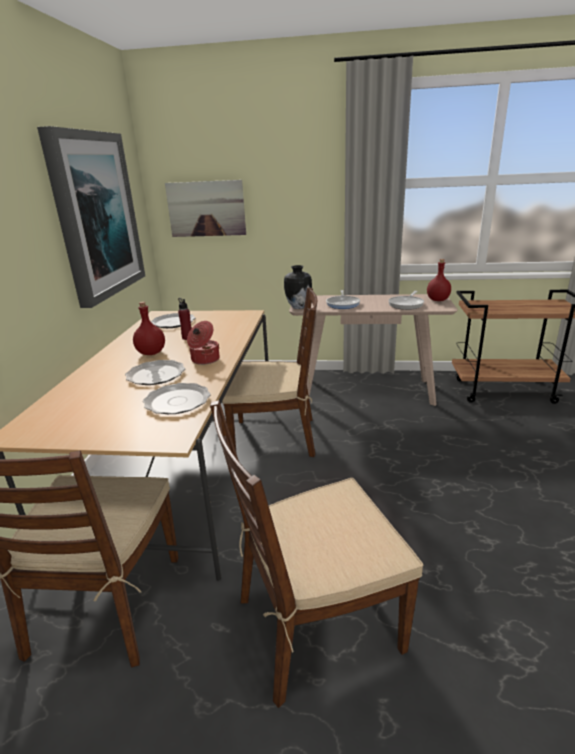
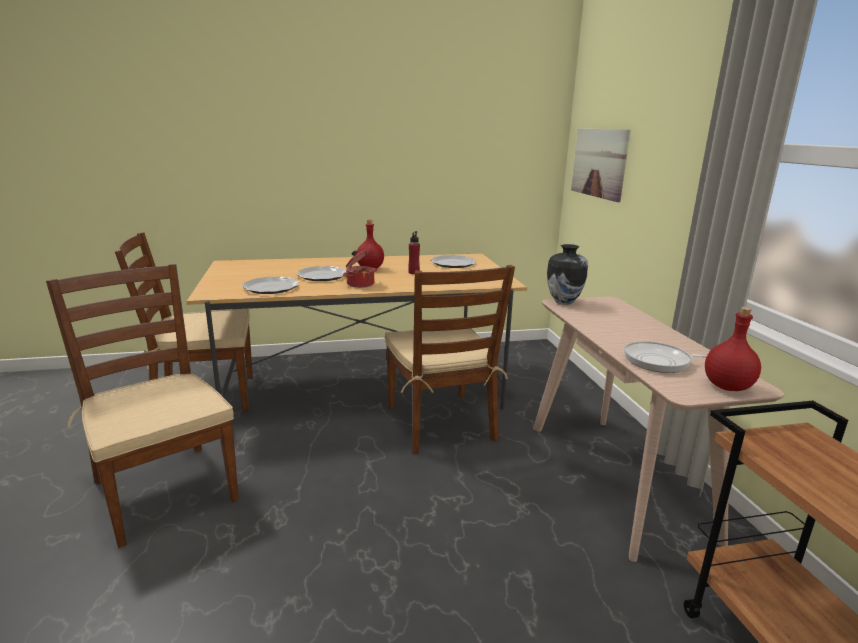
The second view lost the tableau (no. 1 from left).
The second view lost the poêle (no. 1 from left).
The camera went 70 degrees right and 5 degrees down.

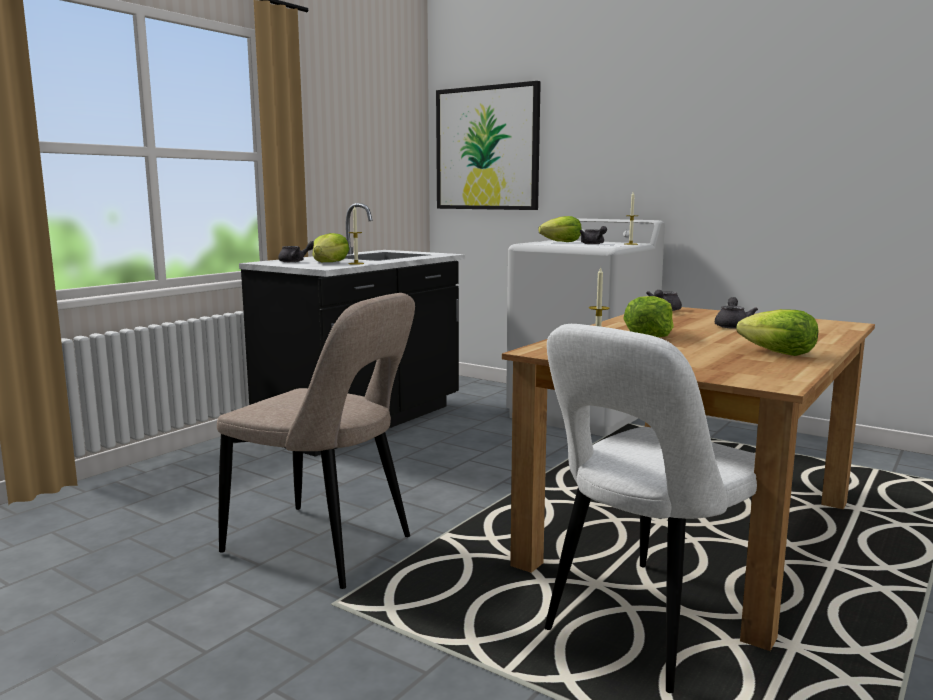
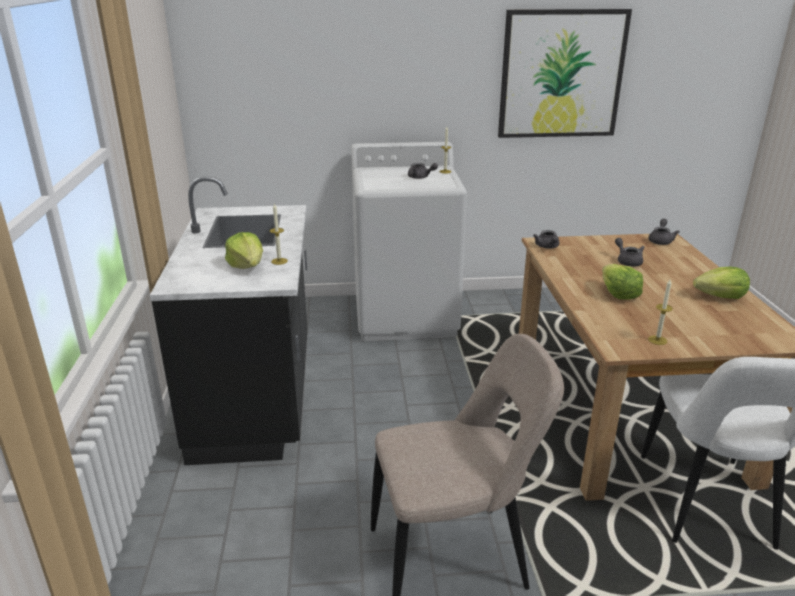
The tableau ended up elsewhere.
The second view lost the laitue (no. 2 from left).
The théière (gris) (no. 1 from left in the first image) ended up elsewhere.
The camera went 40 degrees left and 15 degrees up.

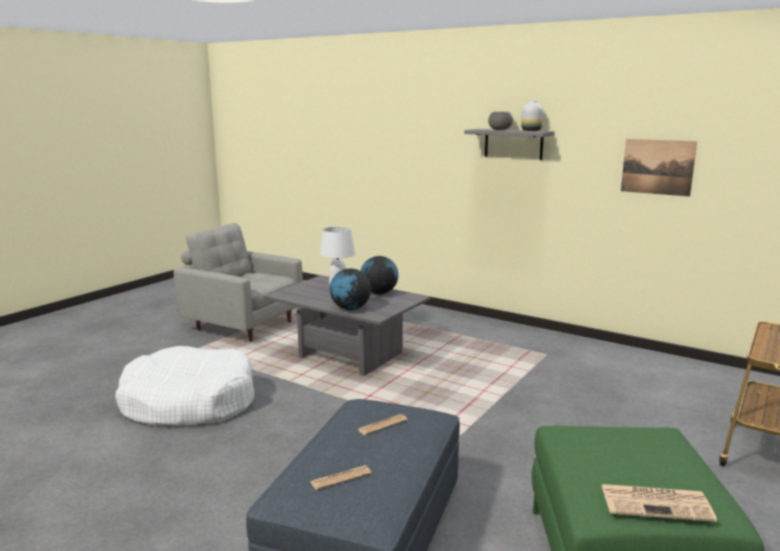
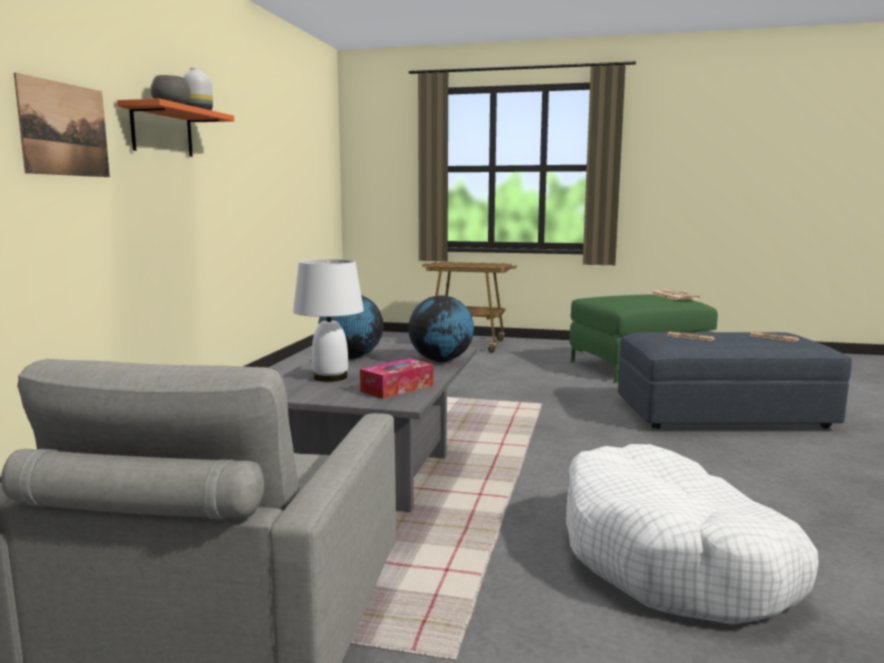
What was the étagère (gris) turned into the étagère (orange).
The tableau ended up elsewhere.
The second view gained the boîte à mouchoirs.
The camera went 110 degrees left and 5 degrees down.

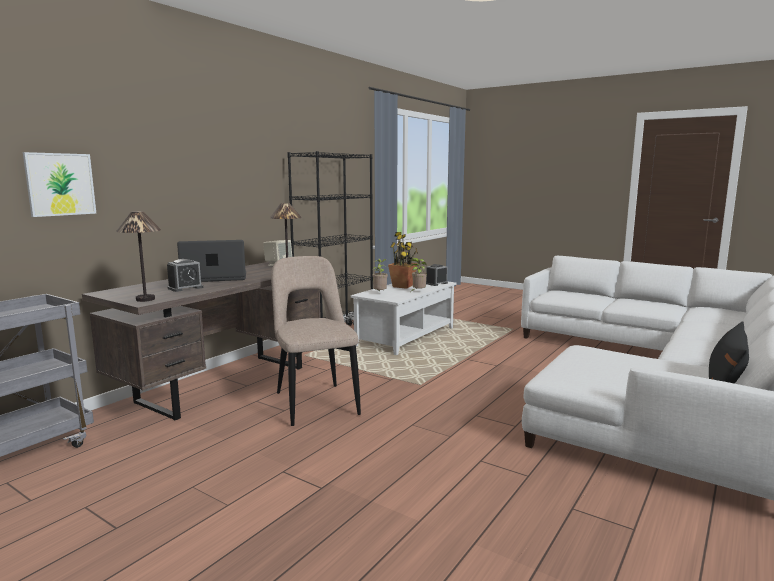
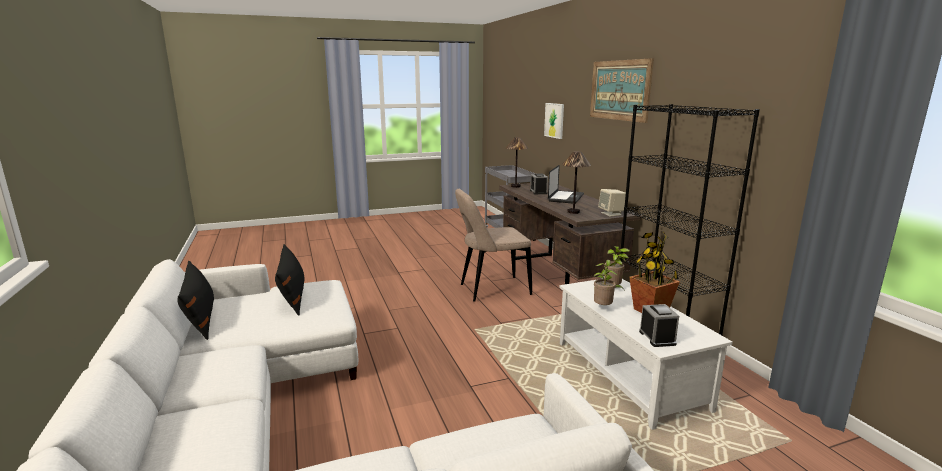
The chaise (beige) ended up facing another way, 150 degrees clockwise from before.
The second view gained the tableau (no. 2 from left).
The second view gained the coussin (noir) (no. 2 from left).
The camera went 125 degrees right and 5 degrees up.

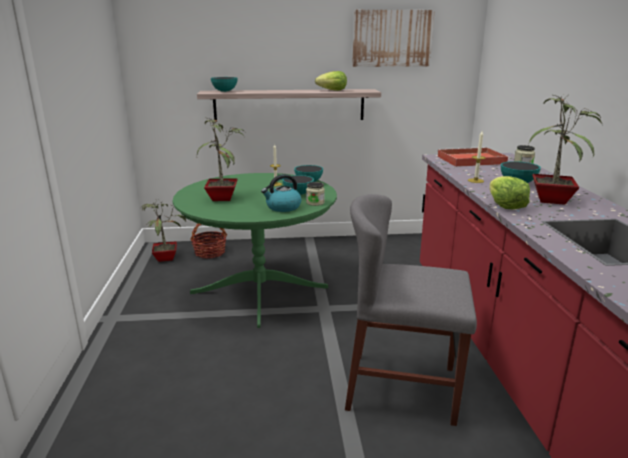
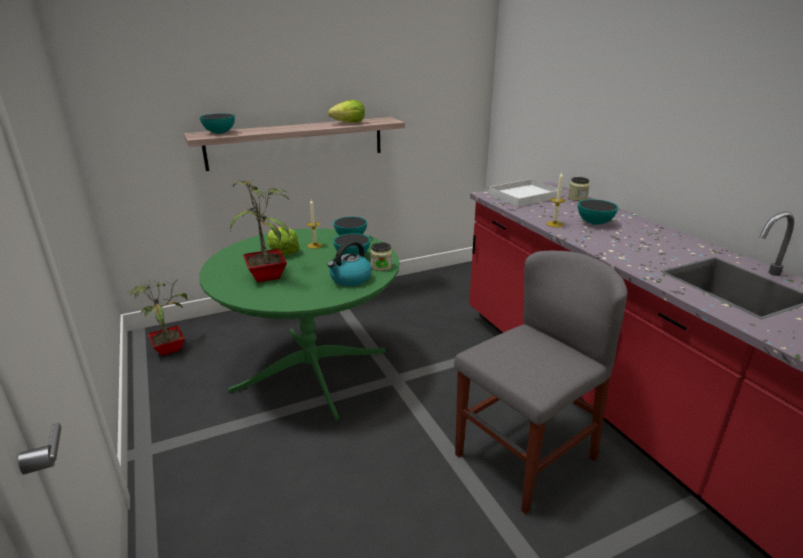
The second view lost the tableau.
The second view lost the plante en pot (no. 3 from left).
What was the plateau (rouge) turned into the plateau (blanc).
The laitue (no. 2 from left in the first image) ended up elsewhere.
The chaise (gris) ended up facing another way, 150 degrees clockwise from before.
The second view lost the panier.
The camera went 20 degrees left and 5 degrees up.

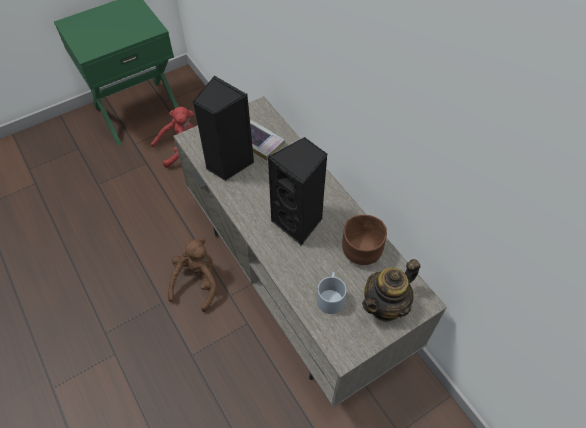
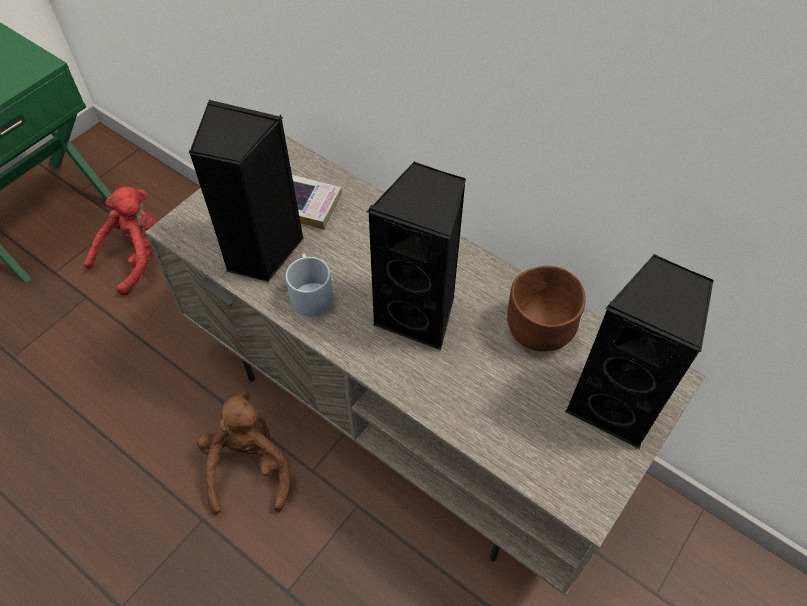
Where the théière stood, the enceinte (noir) (no. 3 from left) came to stand.
The mug (gris) ended up elsewhere.
The camera went 20 degrees left and 0 degrees up.

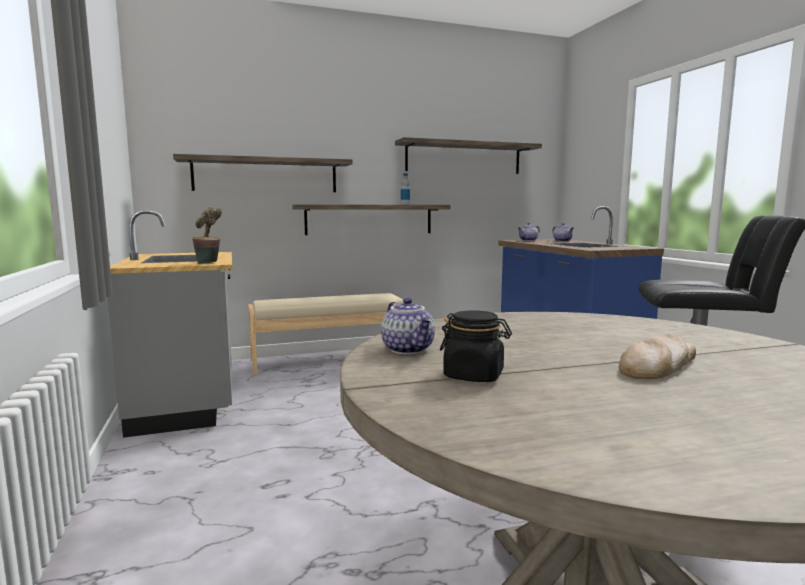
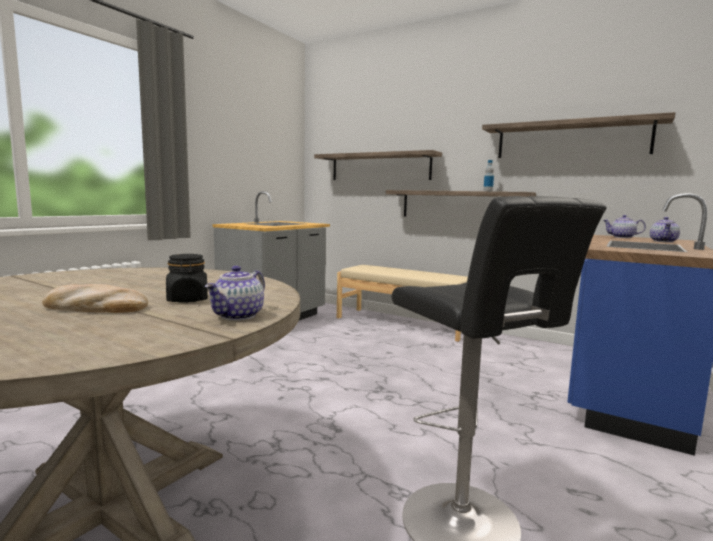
The second view lost the plante en pot.
The théière (no. 1 from left) ended up elsewhere.
The bocal (noir) ended up elsewhere.
The camera went 50 degrees right and 0 degrees up.

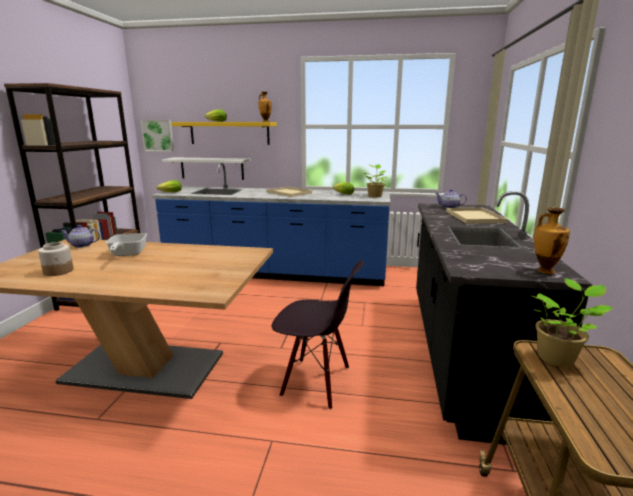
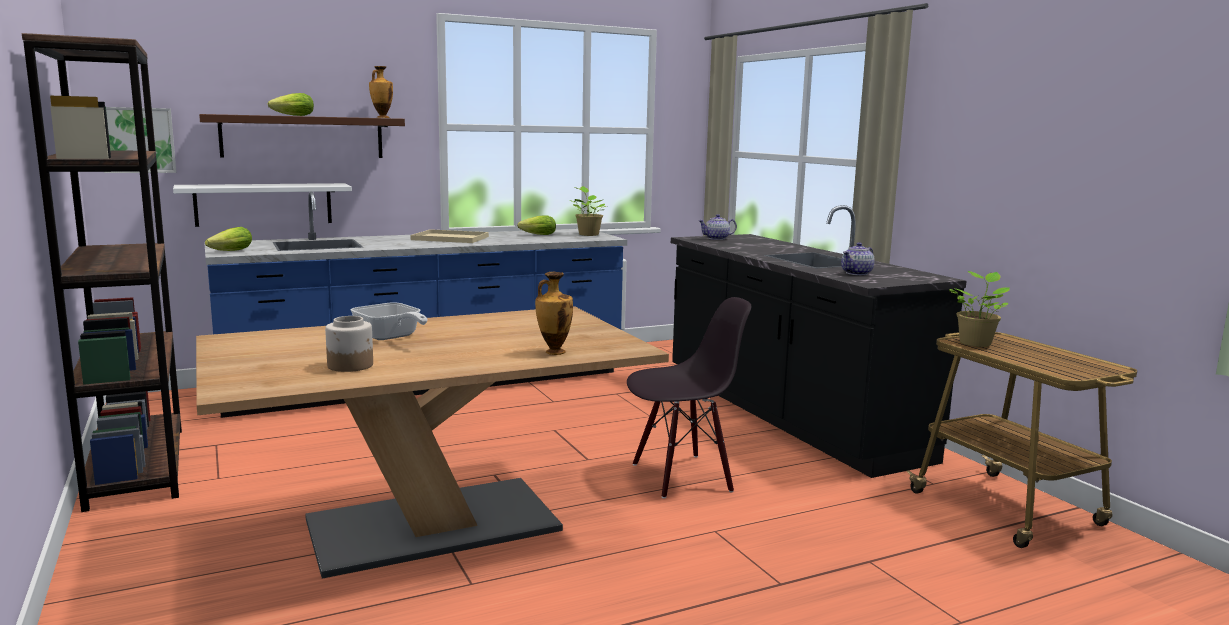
What was the étagère (jaune) turned into the étagère (marron).
The vase (no. 2 from left) ended up elsewhere.
The second view lost the plateau (beige) (no. 2 from left).
The théière (no. 1 from left in the first image) ended up elsewhere.
The camera went 35 degrees left and 5 degrees down.

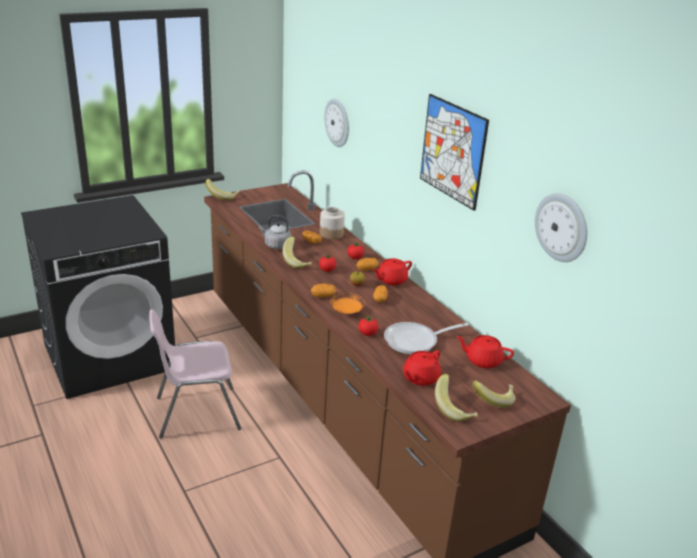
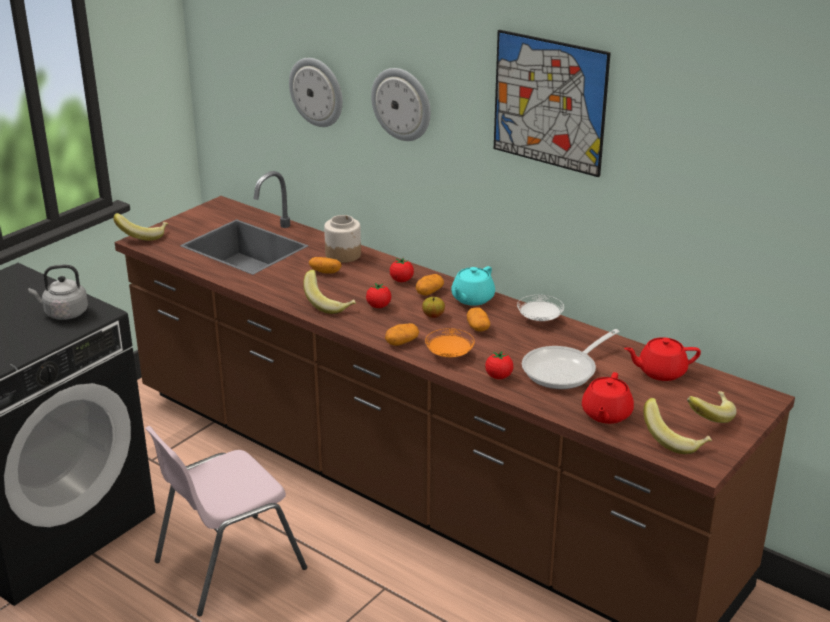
The horloge murale (no. 2 from left) ended up elsewhere.
The bouilloire (gris) ended up elsewhere.
What was the théière (rouge) (no. 1 from left) turned into the théière (turquoise).
The second view gained the assiette (blanc).
The camera went 20 degrees left and 0 degrees up.

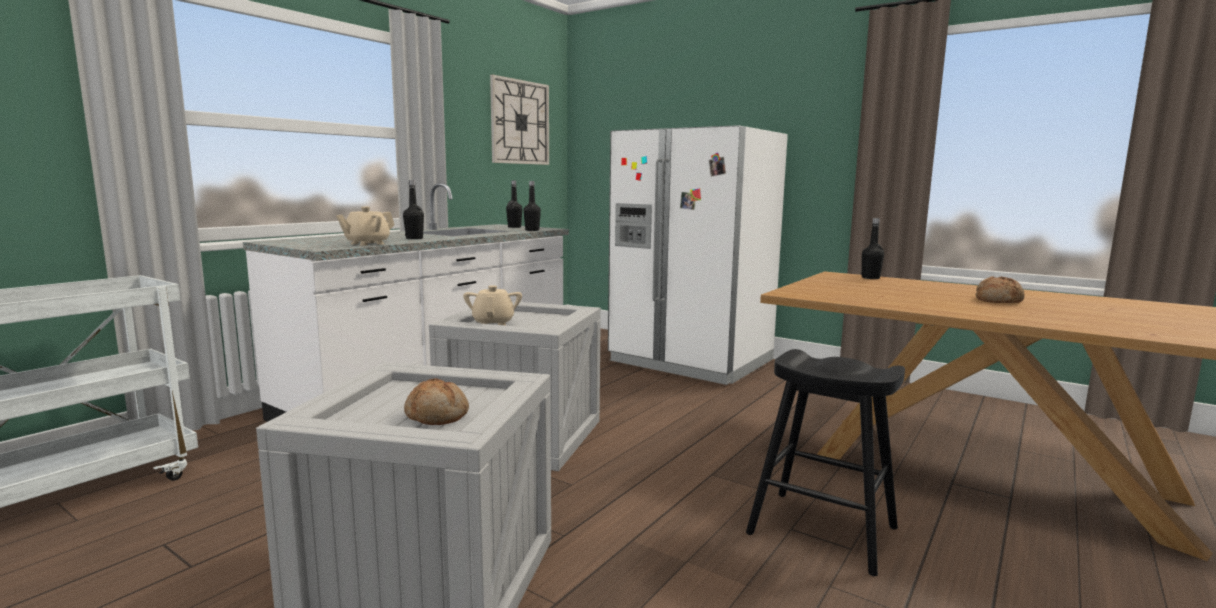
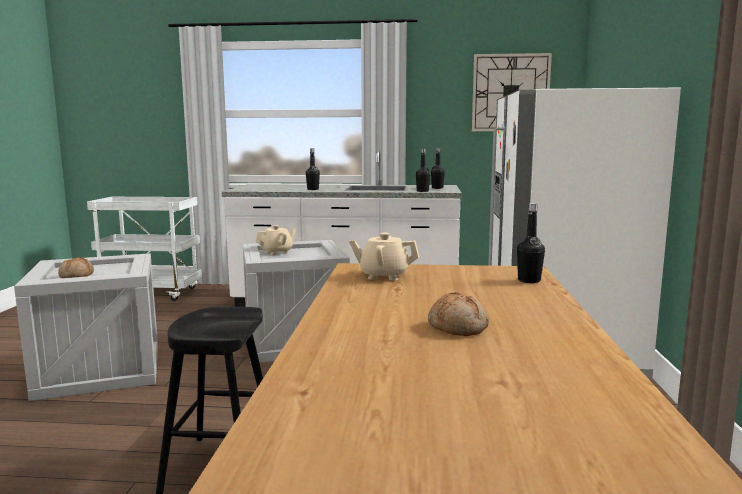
The théière (beige) (no. 1 from left in the first image) ended up elsewhere.
The camera went 60 degrees right and 0 degrees up.

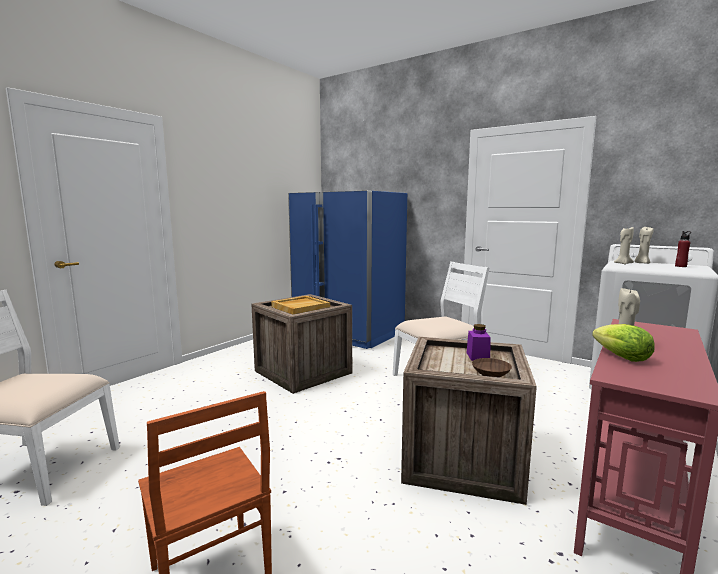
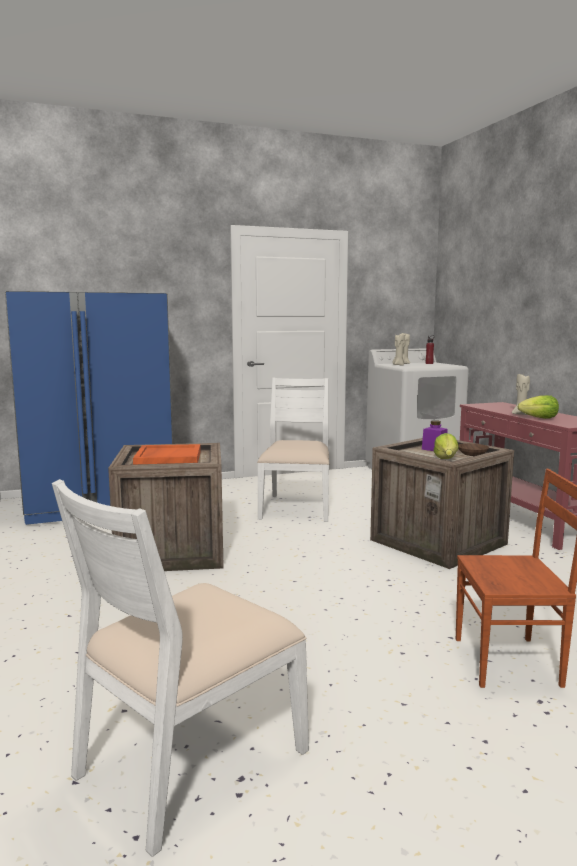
What was the plateau (beige) turned into the plateau (orange).
The second view gained the laitue (no. 1 from left).
The camera went 55 degrees left and 0 degrees up.

